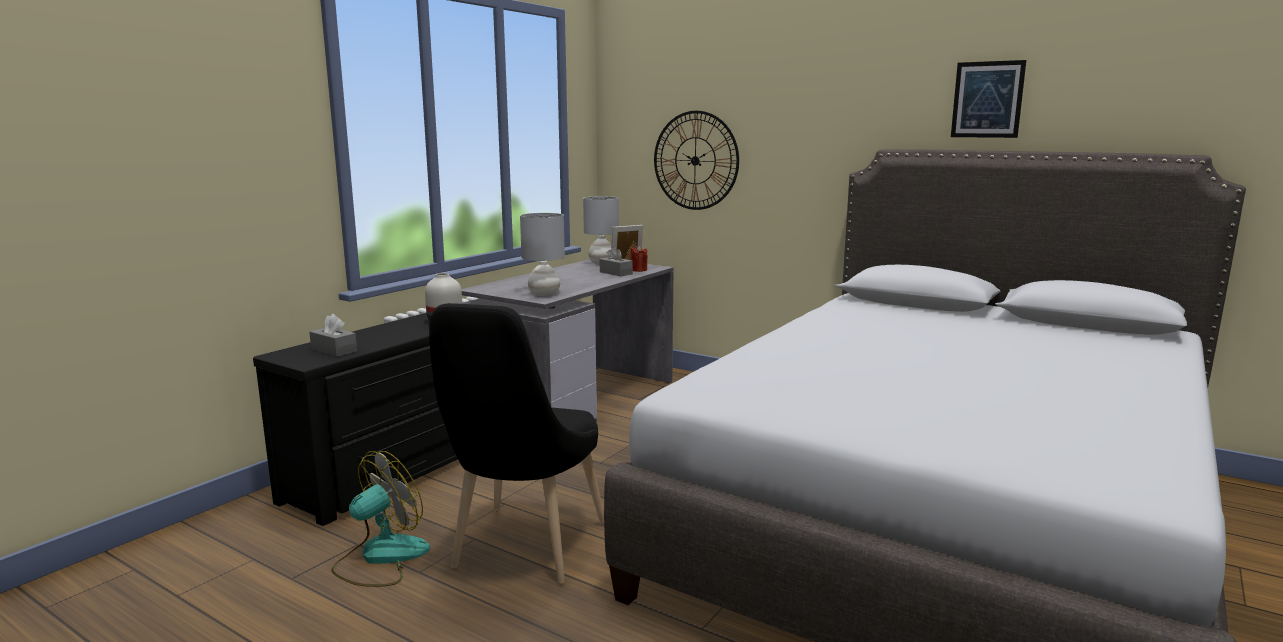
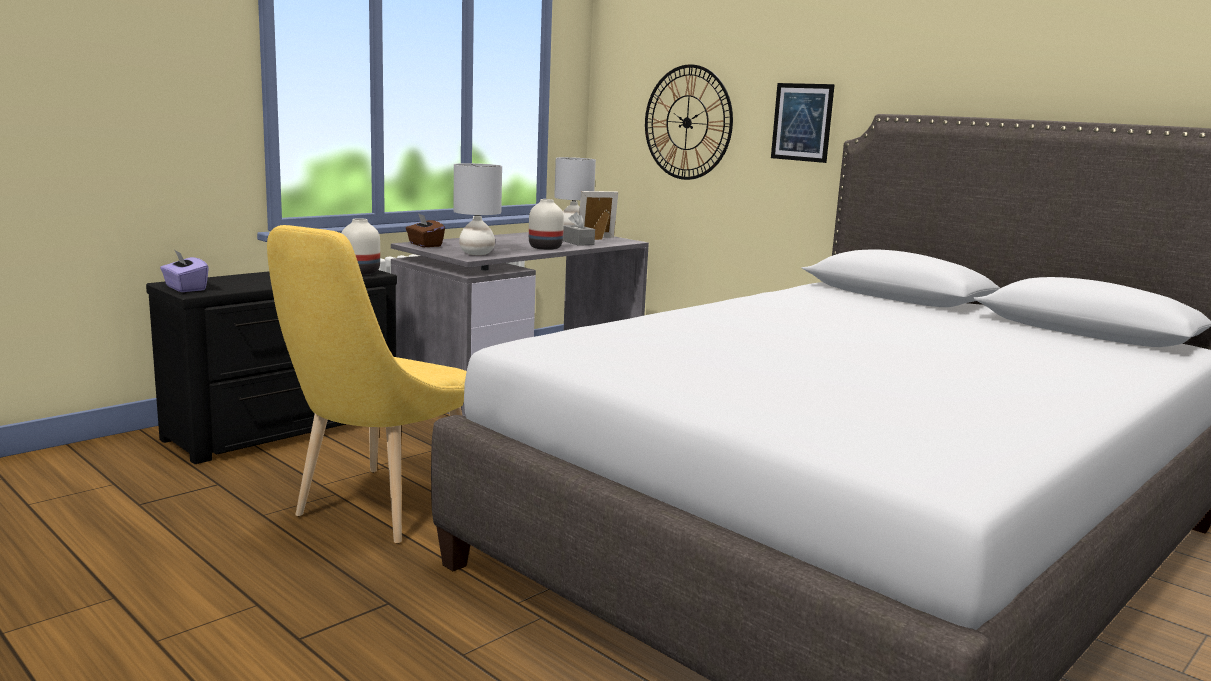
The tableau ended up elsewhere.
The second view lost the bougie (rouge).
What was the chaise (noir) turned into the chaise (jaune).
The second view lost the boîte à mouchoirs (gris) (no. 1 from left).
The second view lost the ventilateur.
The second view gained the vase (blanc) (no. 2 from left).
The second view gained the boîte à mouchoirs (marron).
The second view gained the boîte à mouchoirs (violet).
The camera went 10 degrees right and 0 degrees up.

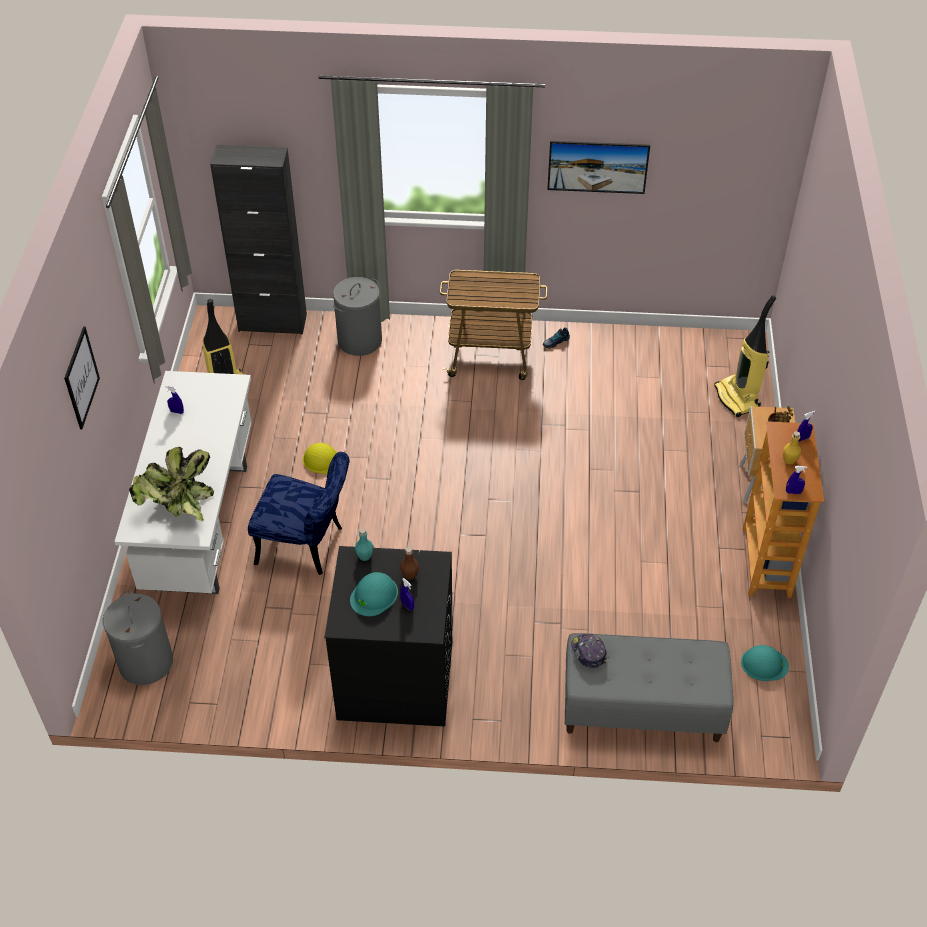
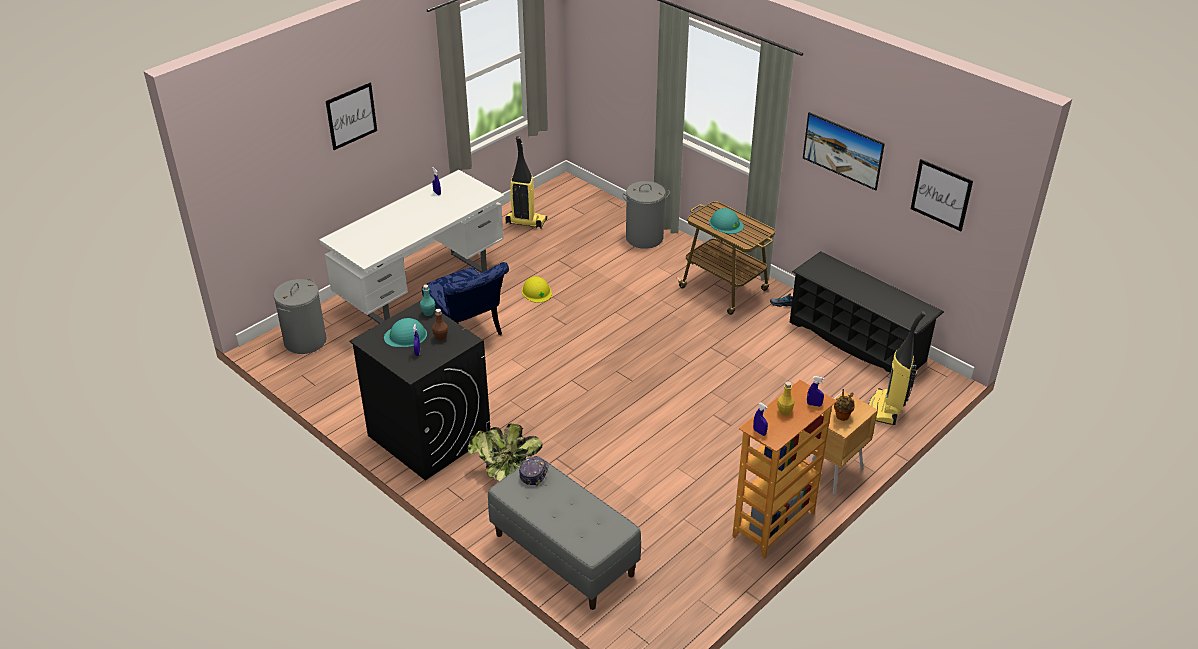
The second view lost the meuble de rangement (noir).
The plante en pot (no. 1 from left) ended up elsewhere.
The casque de chantier (turquoise) (no. 2 from left) ended up elsewhere.
The second view gained the tableau (no. 3 from left).
The second view gained the étagère à chaussures (noir).
The camera went 40 degrees right and 10 degrees down.

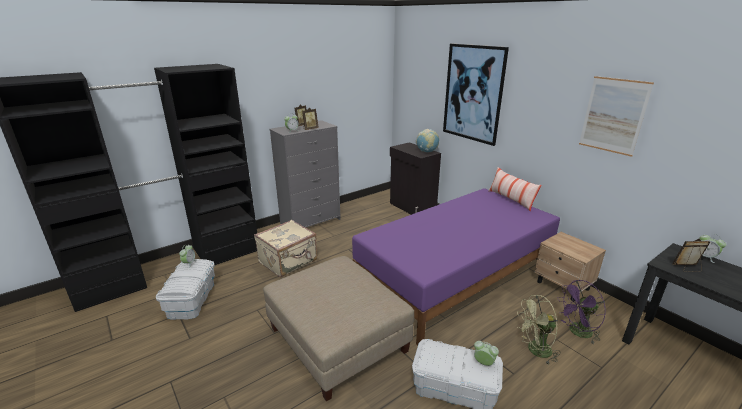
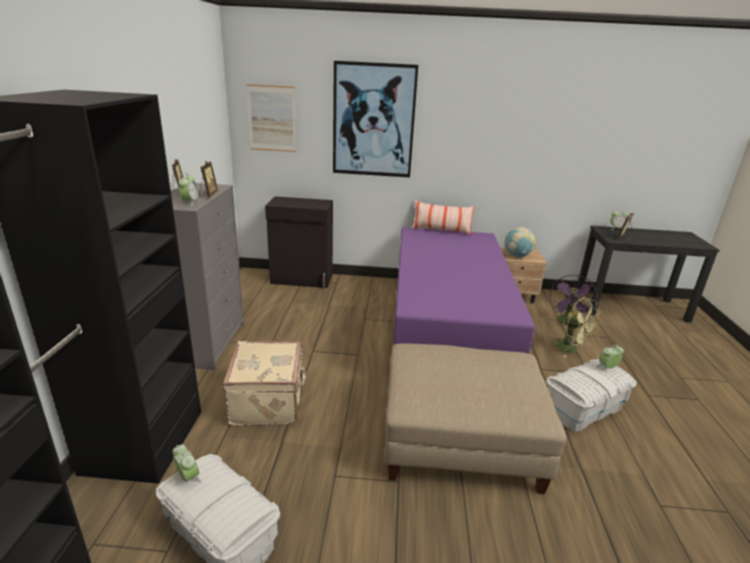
The tableau (no. 2 from left in the first image) ended up elsewhere.
The globe ended up elsewhere.
The ventilateur (vert) ended up facing another way, 75 degrees counterclockwise from before.
The camera went 50 degrees left and 0 degrees up.

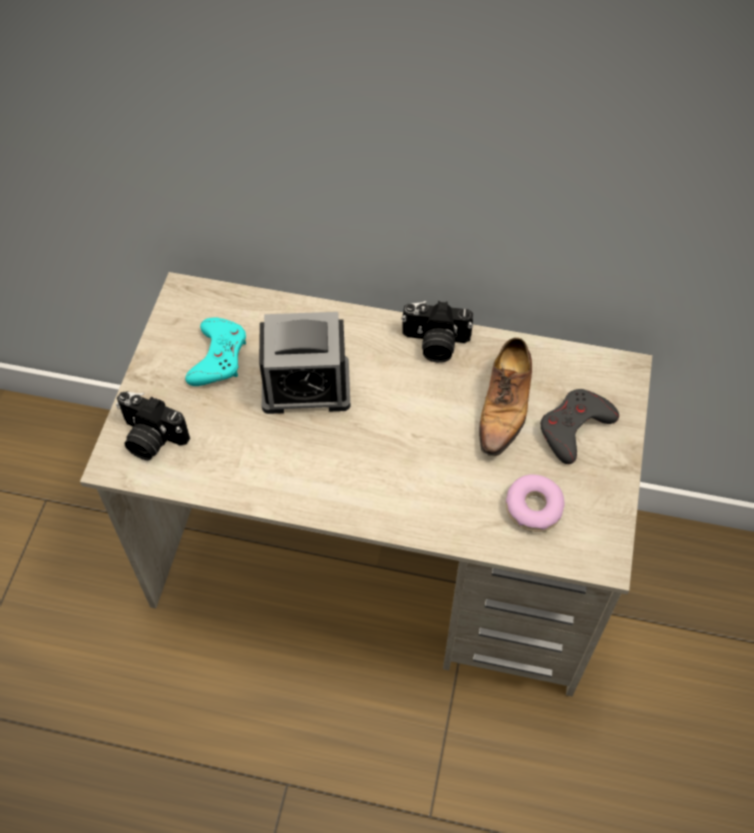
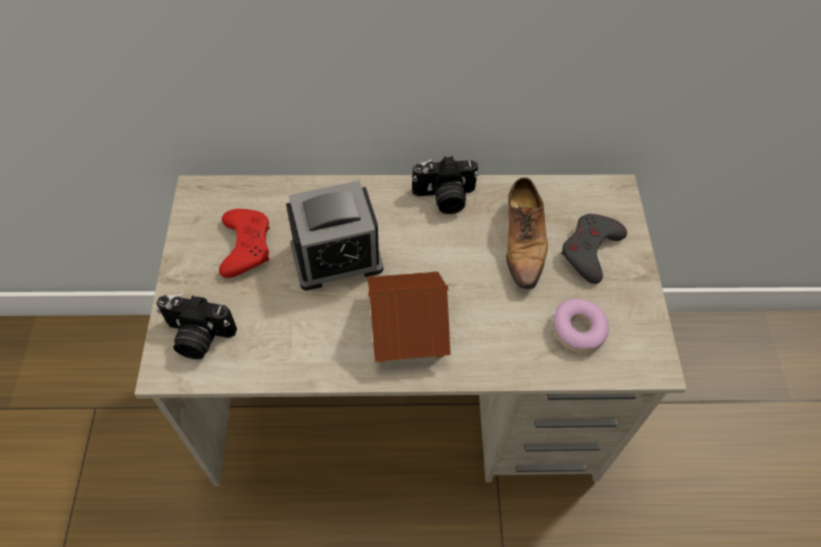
What was the manette (turquoise) turned into the manette (rouge).
The second view gained the maison miniature.
The camera went 15 degrees left and 0 degrees up.

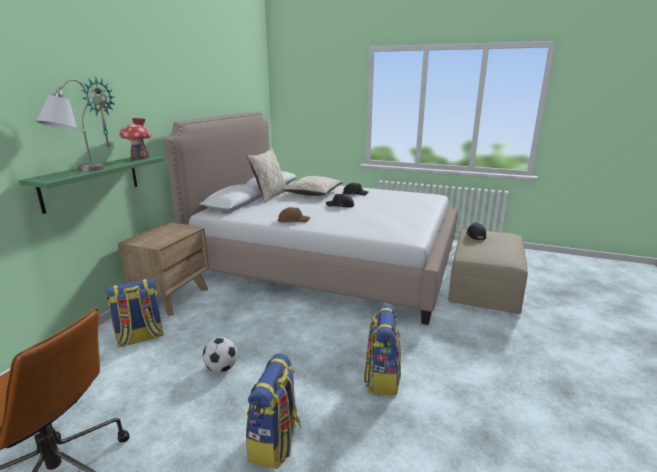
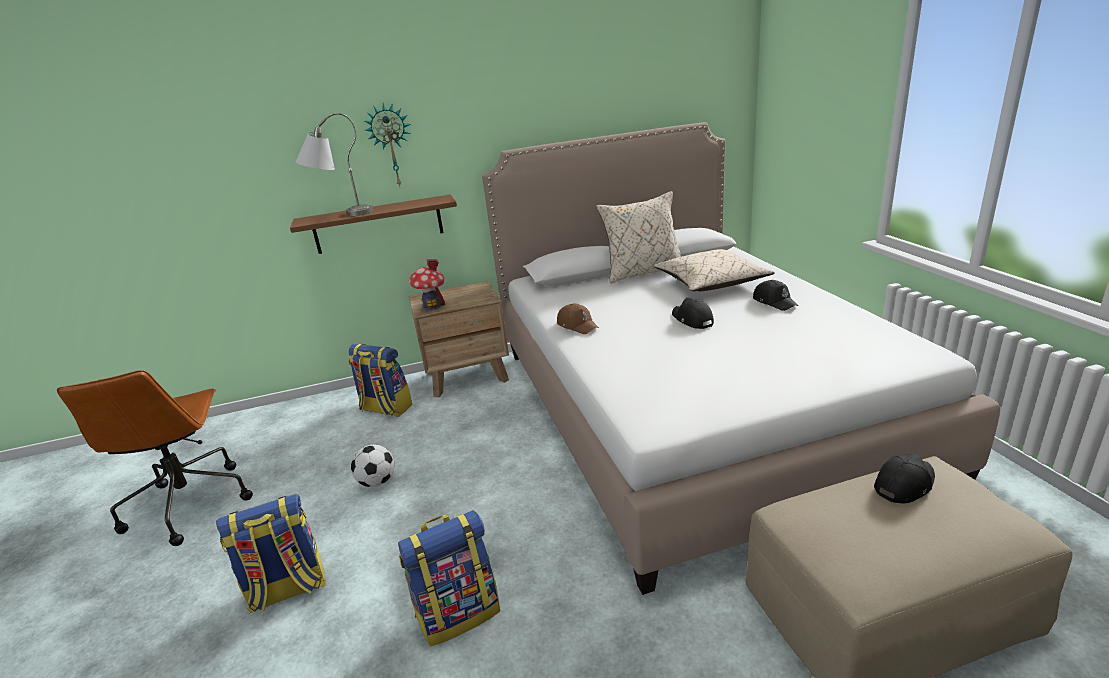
The maison miniature ended up elsewhere.
What was the étagère (vert) turned into the étagère (marron).
The camera went 55 degrees right and 5 degrees up.

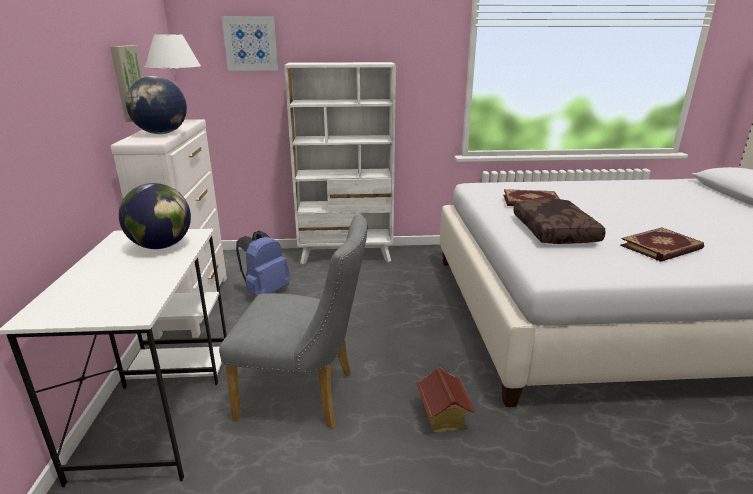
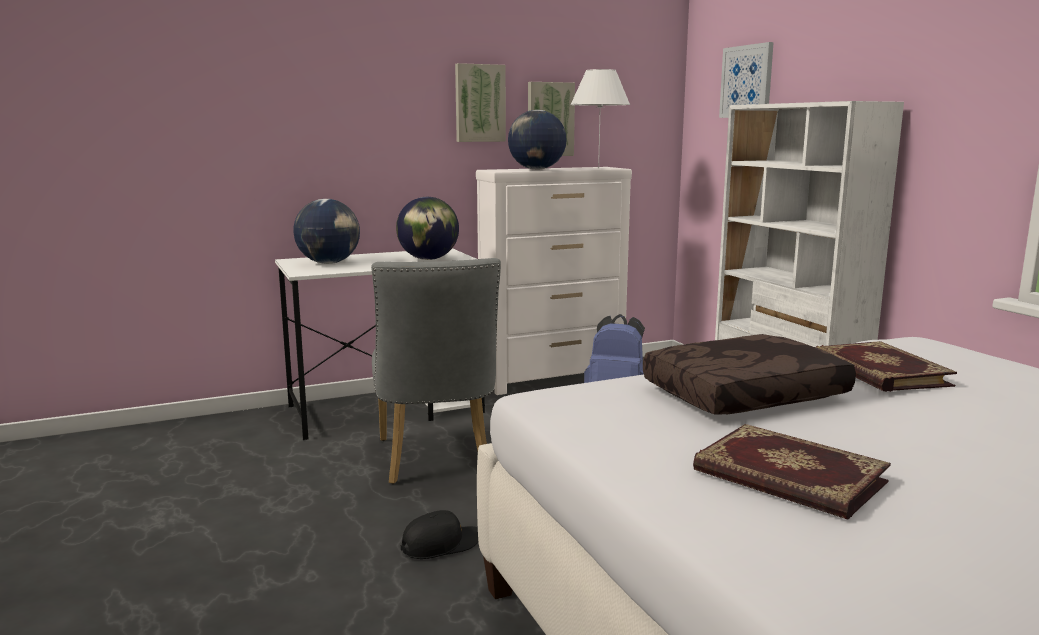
Where the maison miniature stood, the casquette (noir) came to stand.
The second view gained the tableau (no. 1 from left).
The second view gained the globe (no. 1 from left).
The camera went 70 degrees right and 10 degrees down.

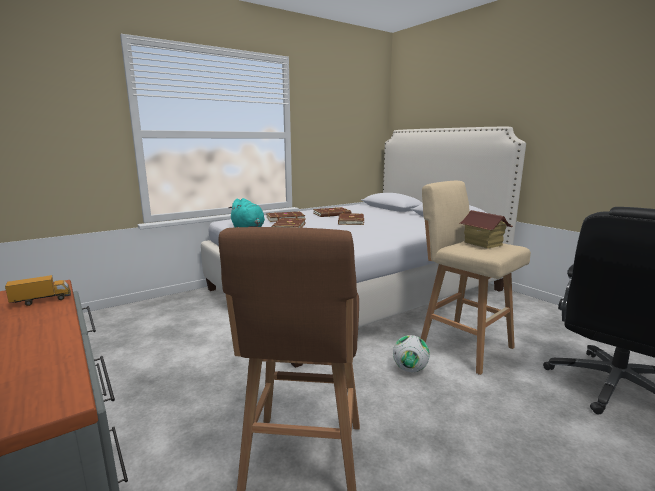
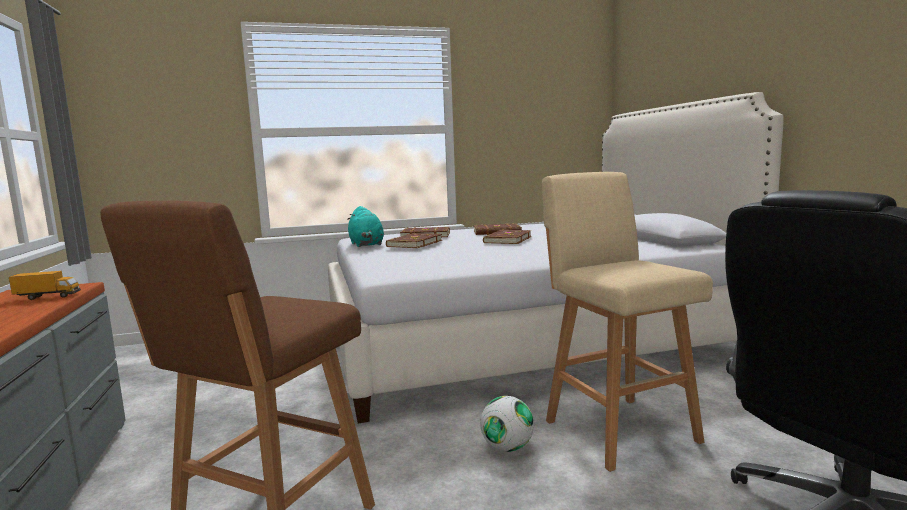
The second view lost the maison miniature.
The camera went 20 degrees right and 5 degrees down.

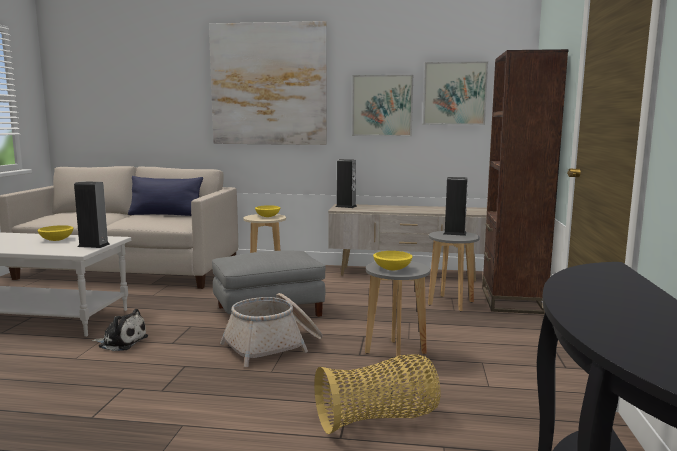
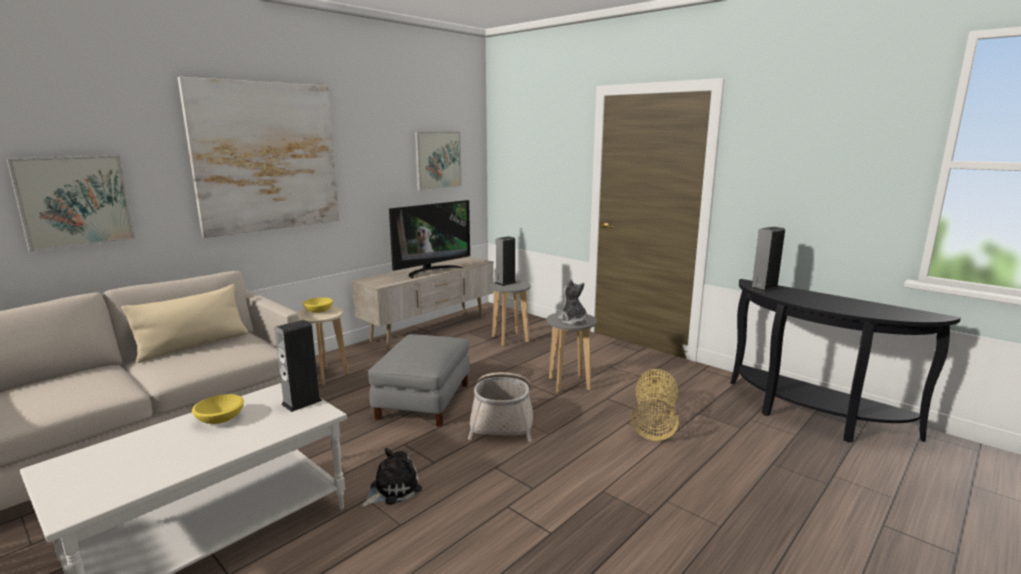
The second view lost the bibliothèque (marron).
The tableau (no. 2 from left in the first image) ended up elsewhere.
The enceinte (no. 2 from left in the first image) ended up elsewhere.
What was the coussin (bleu) turned into the coussin (beige).
Where the bol (jaune) (no. 3 from left) stood, the peluche (no. 2 from left) came to stand.
The second view gained the téléviseur.
The camera went 55 degrees left and 5 degrees up.

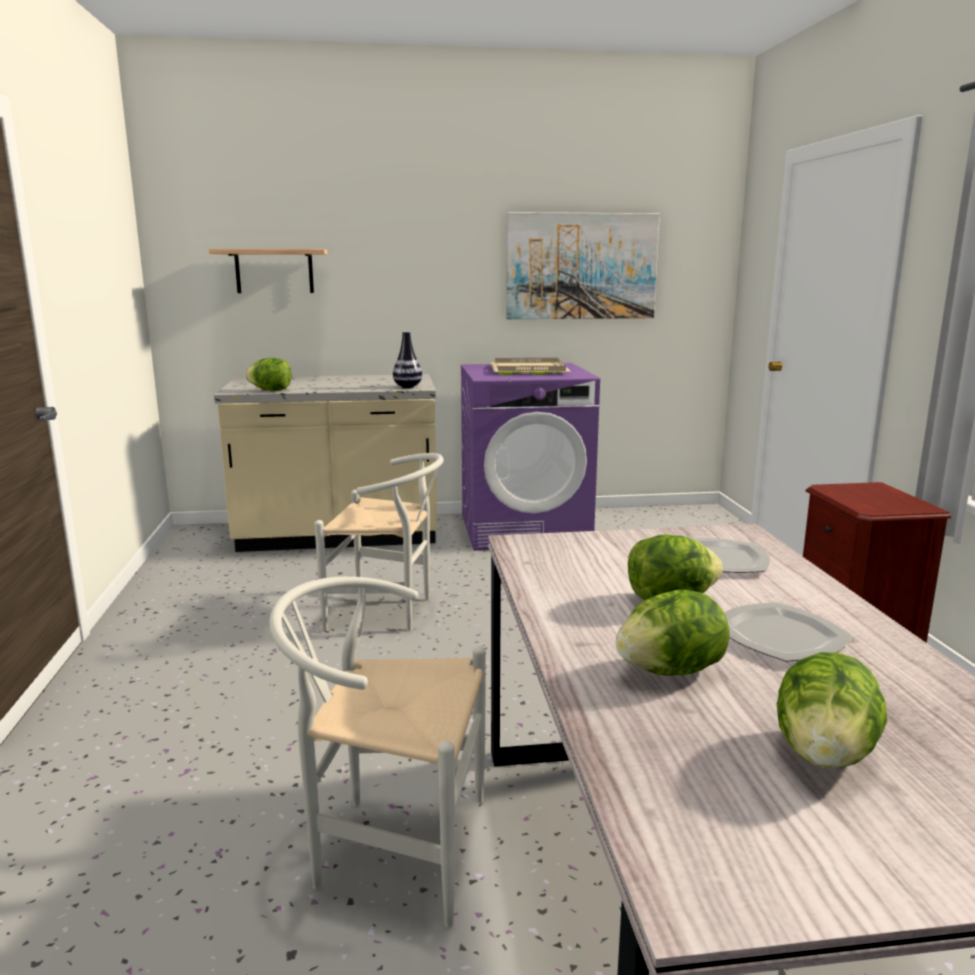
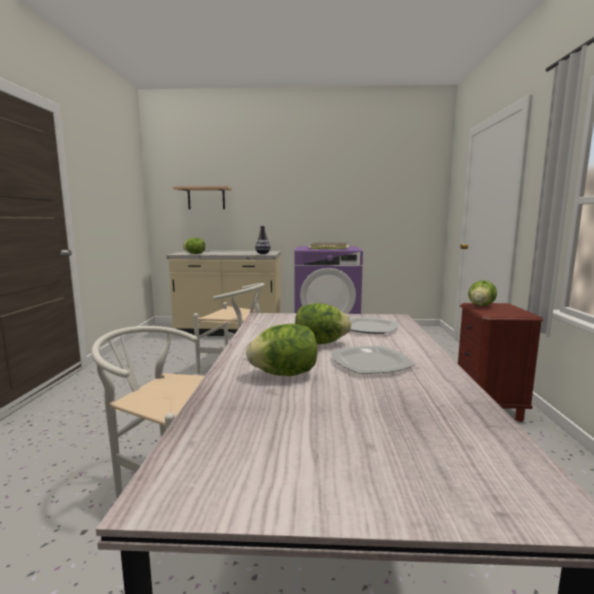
The second view lost the tableau.
The laitue (no. 4 from left) ended up elsewhere.
The camera went 10 degrees right and 5 degrees down.

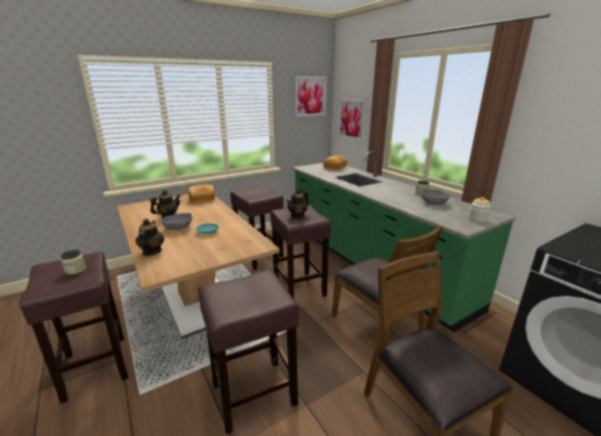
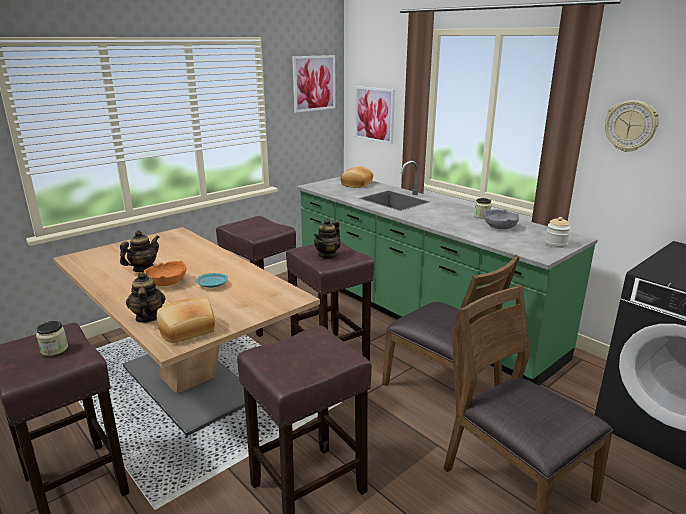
The pain (no. 1 from left) ended up elsewhere.
What was the bol (gris) (no. 1 from left) turned into the bol (orange).
The second view gained the horloge murale.
The camera went 10 degrees left and 0 degrees up.

